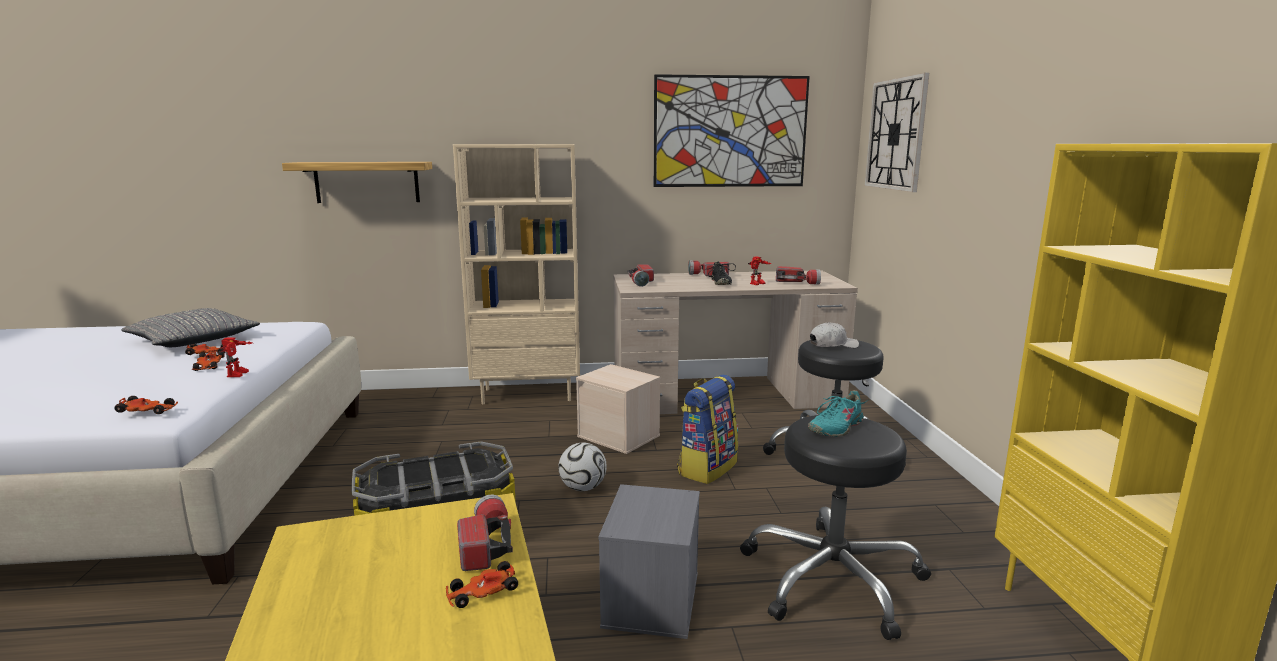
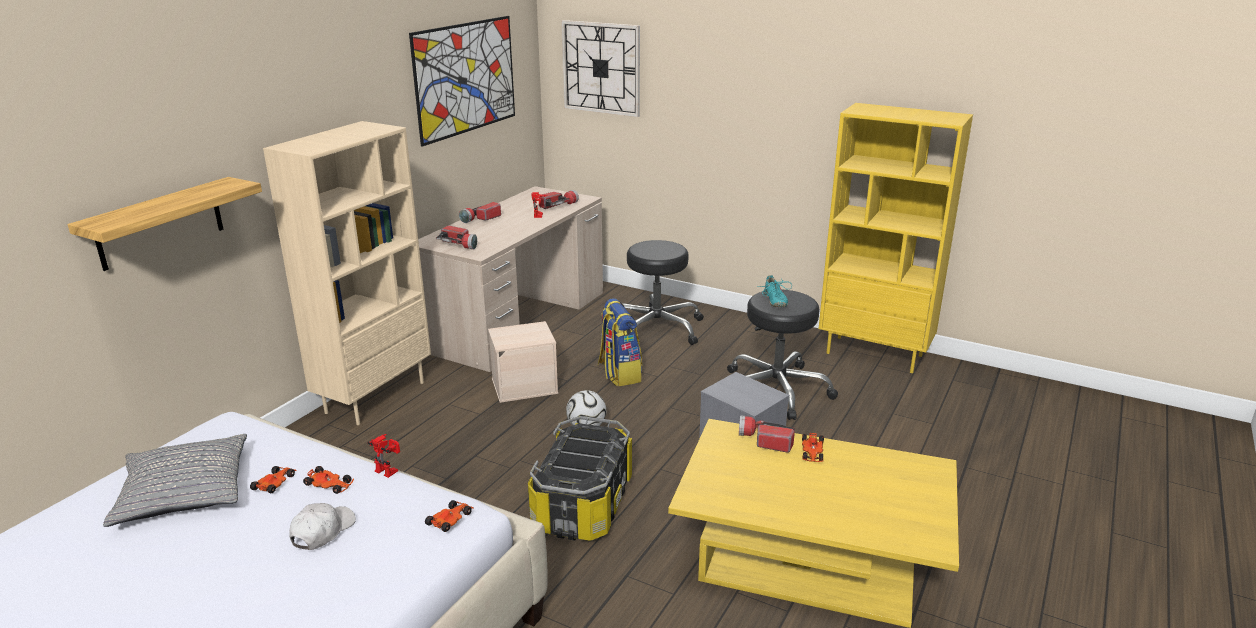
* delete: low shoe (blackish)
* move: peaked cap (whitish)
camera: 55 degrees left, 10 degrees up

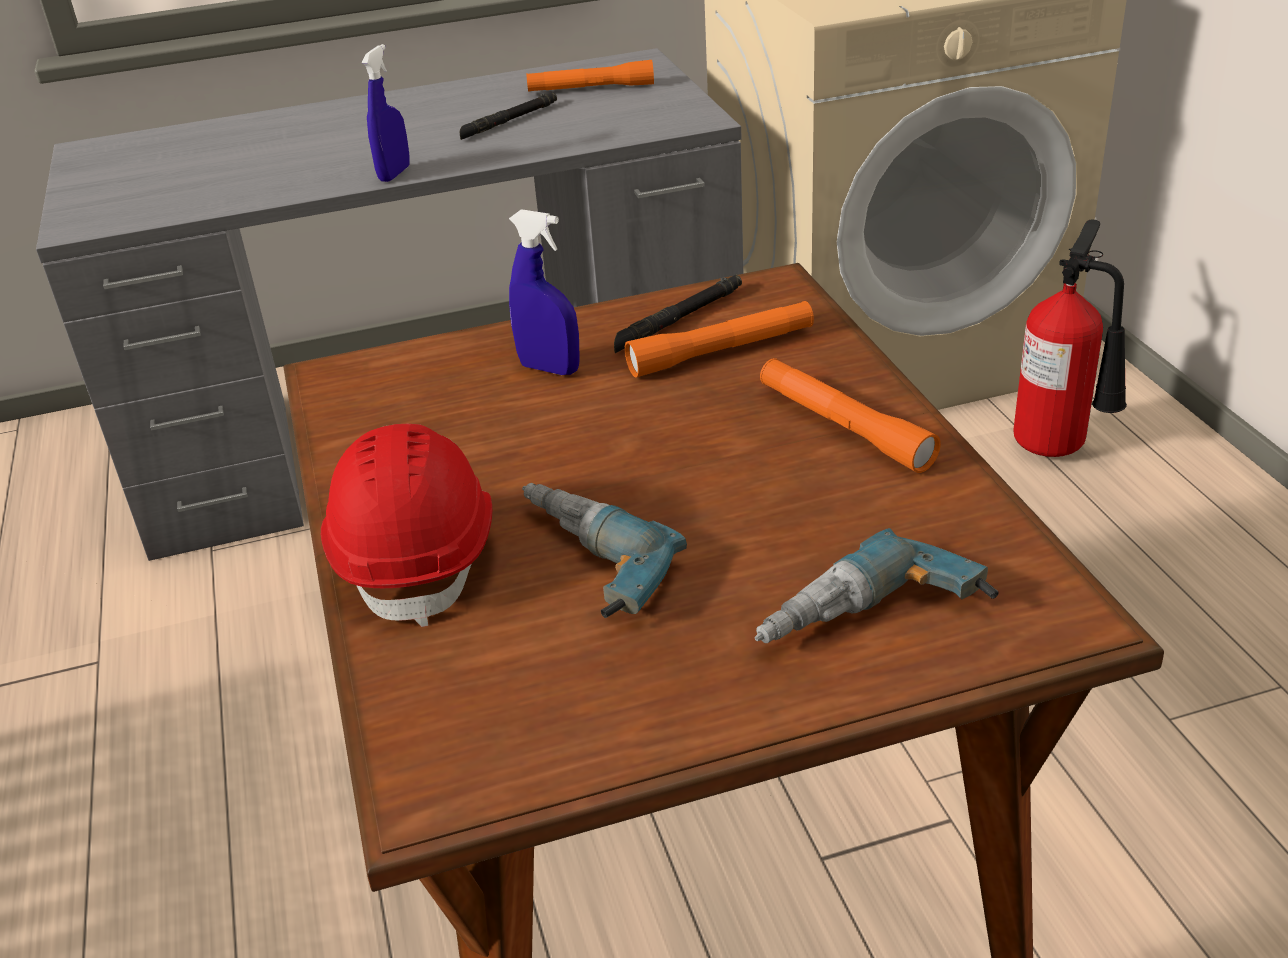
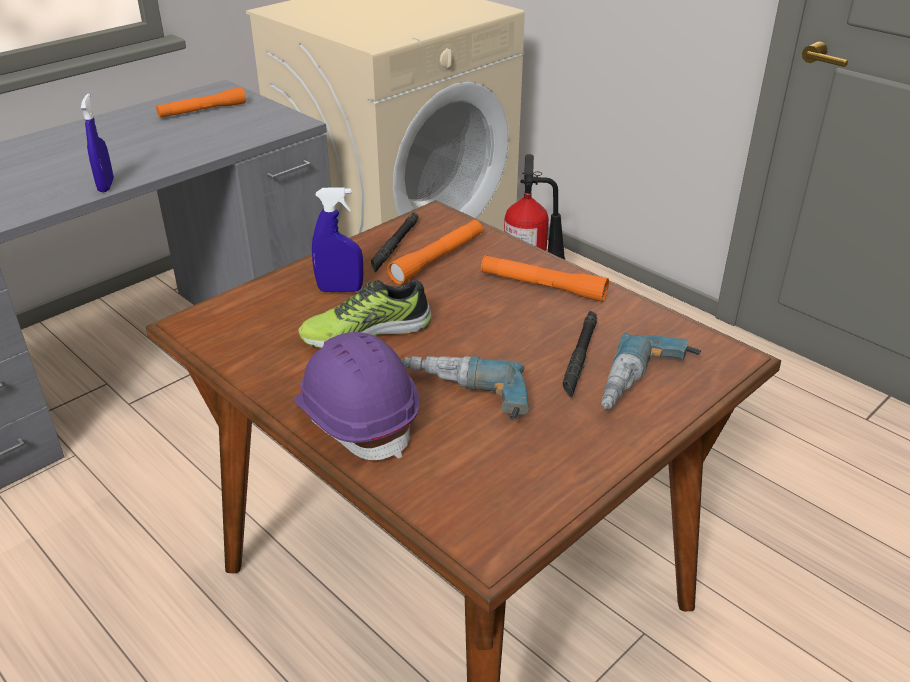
* insert: low shoe
* move: flashlight (blackish) (1st from left in the first image) to flashlight (blackish) (2nd from left)
* recolor: hard hat (reddish) to hard hat (purplish)
camera: 30 degrees left, 0 degrees up

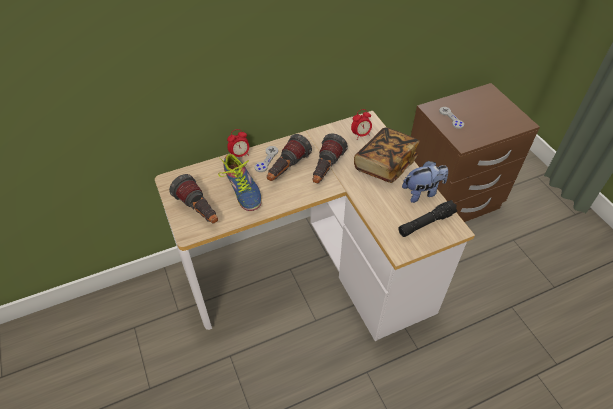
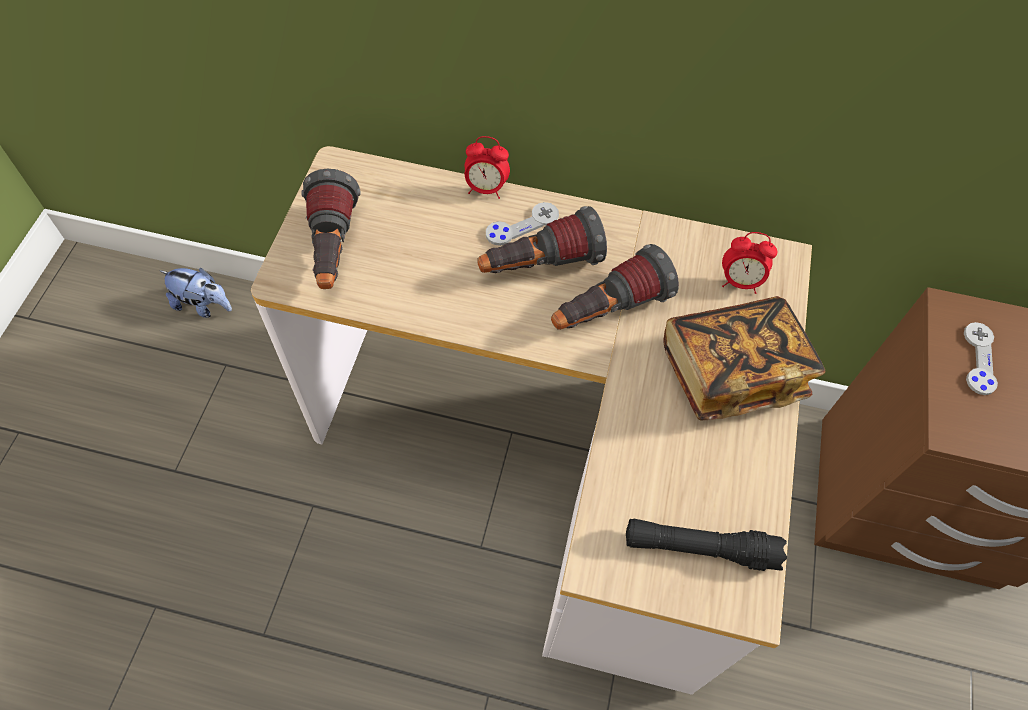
* delete: low shoe
* move: plush toy
camera: 35 degrees right, 10 degrees up

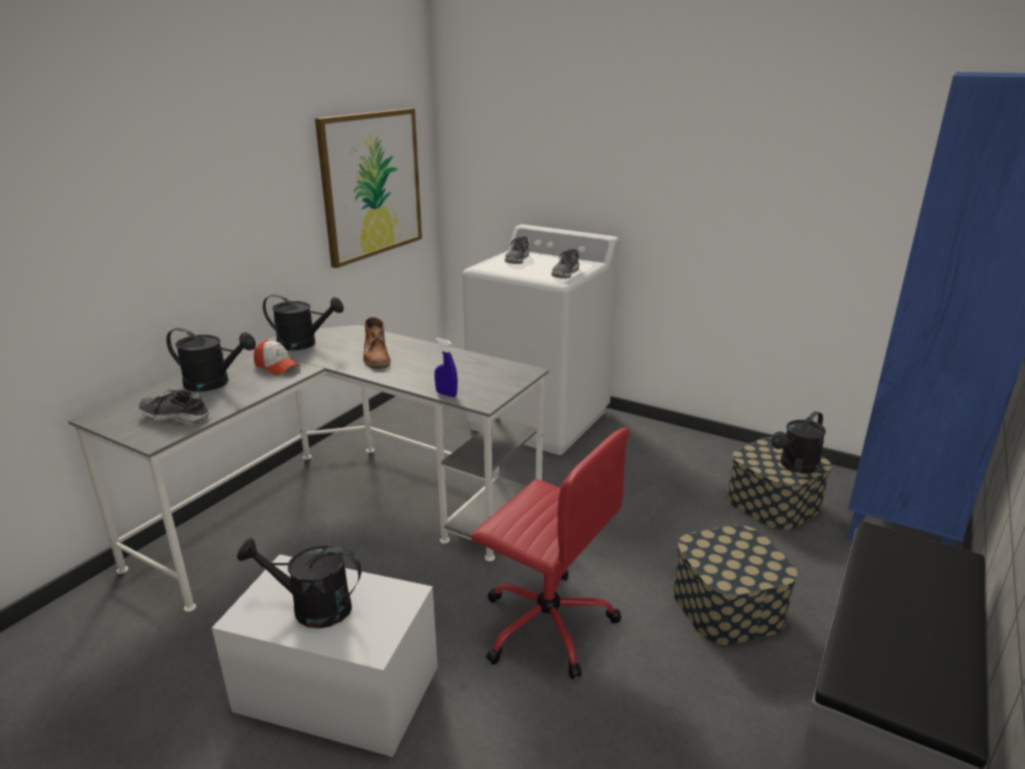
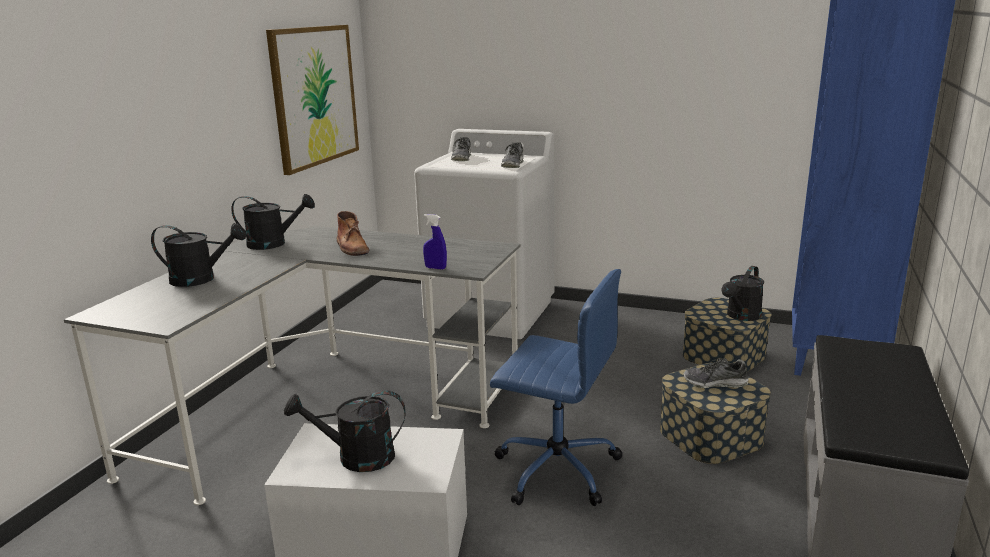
* delete: peaked cap
* move: low shoe (1st from left in the first image) to low shoe (3rd from left)
* recolor: computer chair (reddish) to computer chair (bluish)
camera: 10 degrees left, 5 degrees down

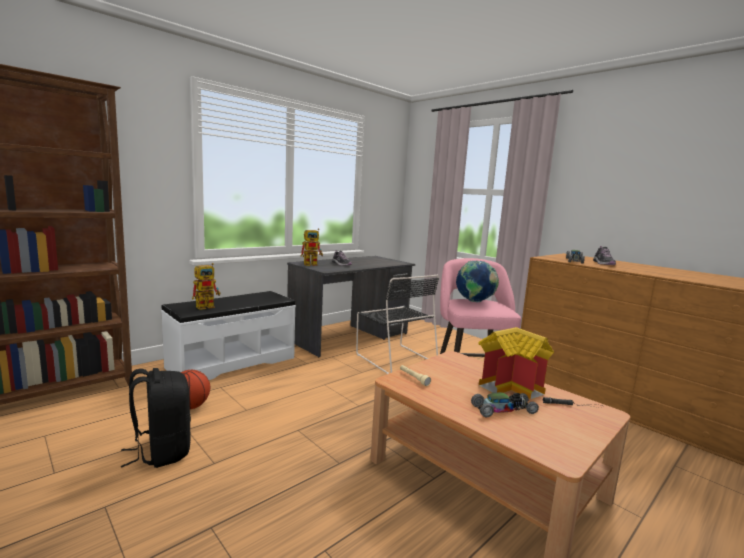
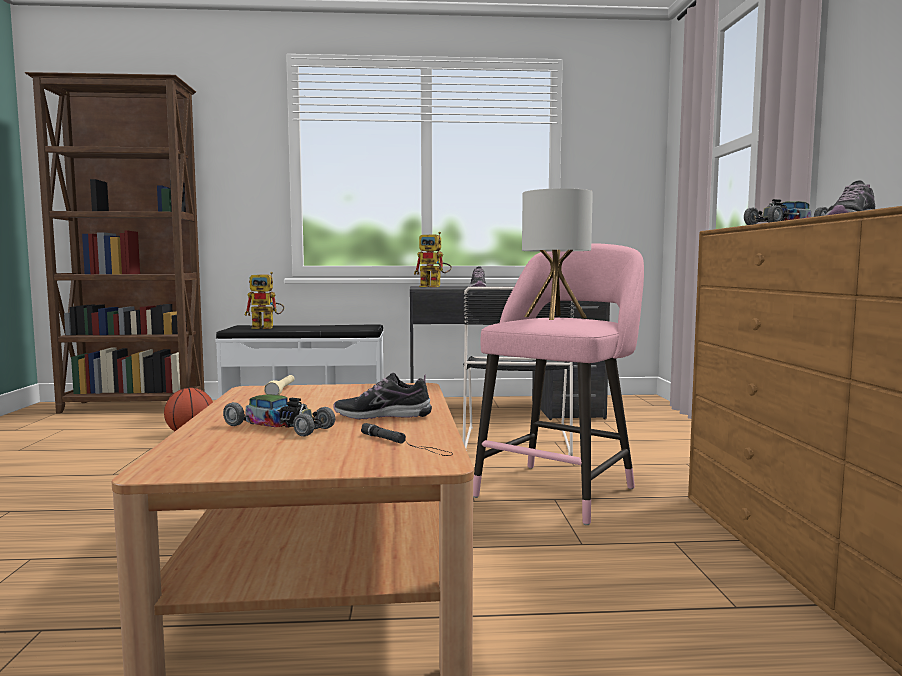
* delete: backpack (blackish)
* replace: desk globe to lamp for a table
* replace: toy house to low shoe (1st from left)
camera: 40 degrees right, 5 degrees down

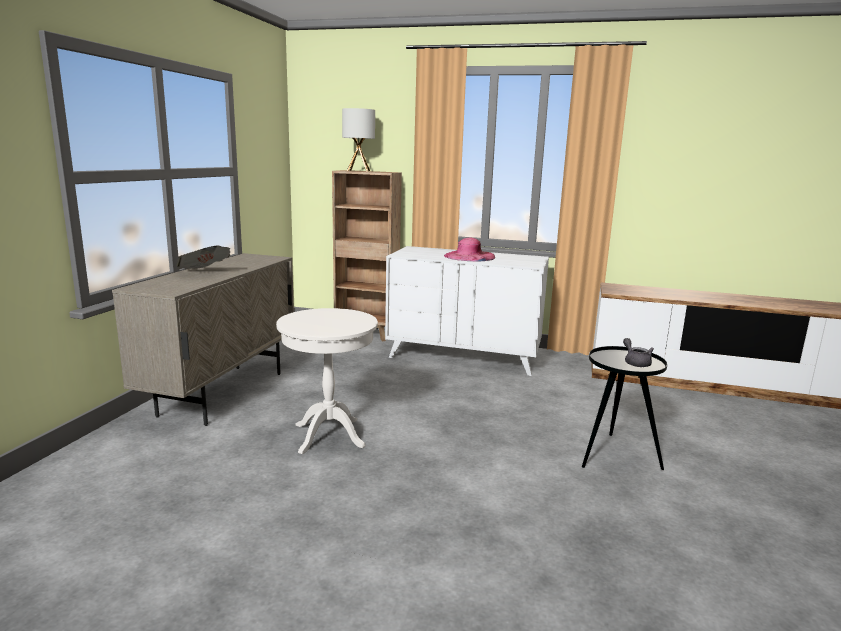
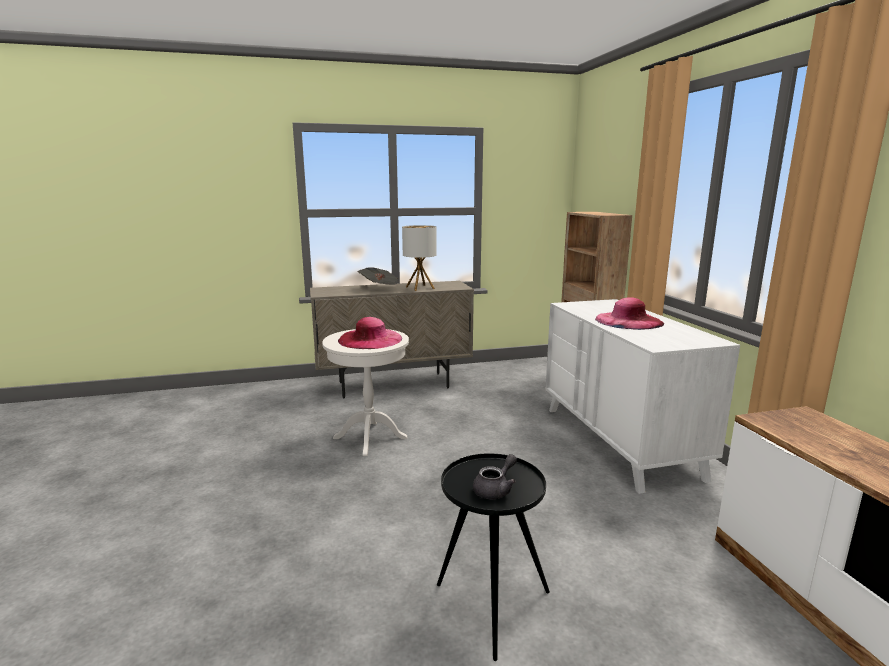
* insert: wearable hat (pinkish) (1st from left)
* move: lamp for a table
camera: 60 degrees right, 0 degrees up

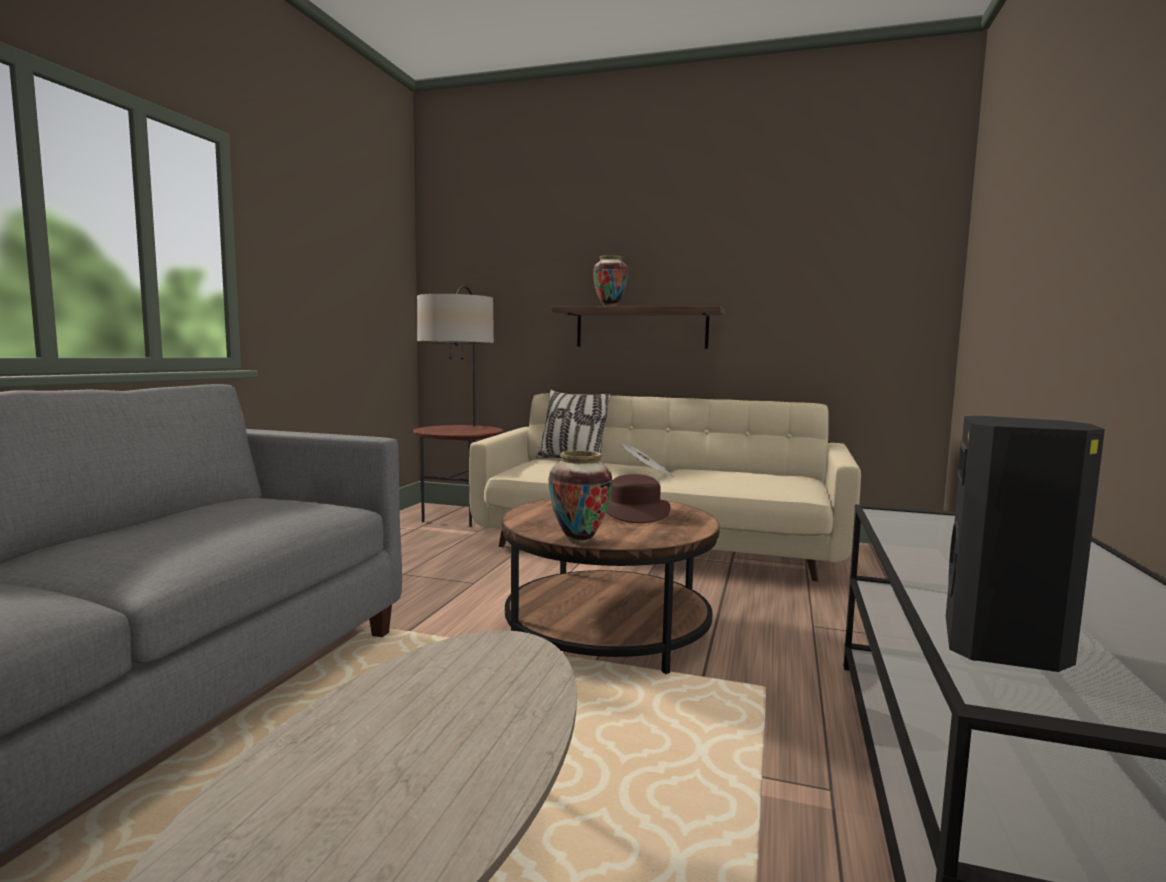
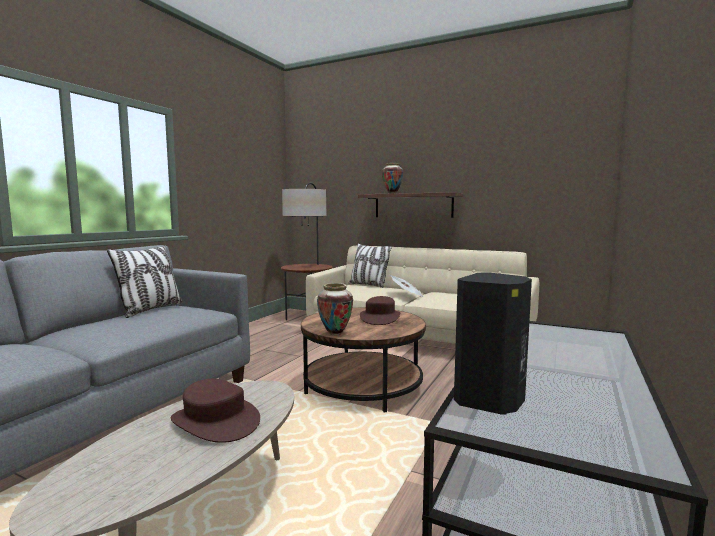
* insert: pillow (1st from left)
* insert: wearable hat (brown-coloured) (1st from left)
camera: 10 degrees right, 0 degrees up

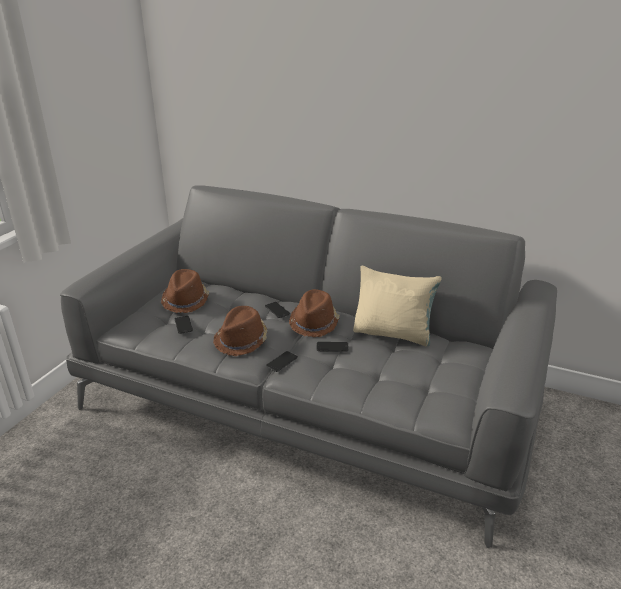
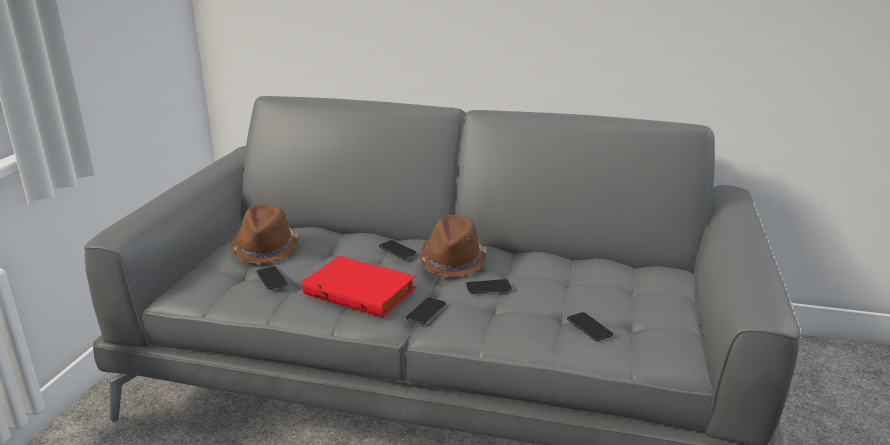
* delete: pillow (sand-coloured)
* insert: phone (5th from left)
* replace: wearable hat (brown-coloured) (2nd from left) to volume (reddish)
camera: 10 degrees left, 5 degrees down

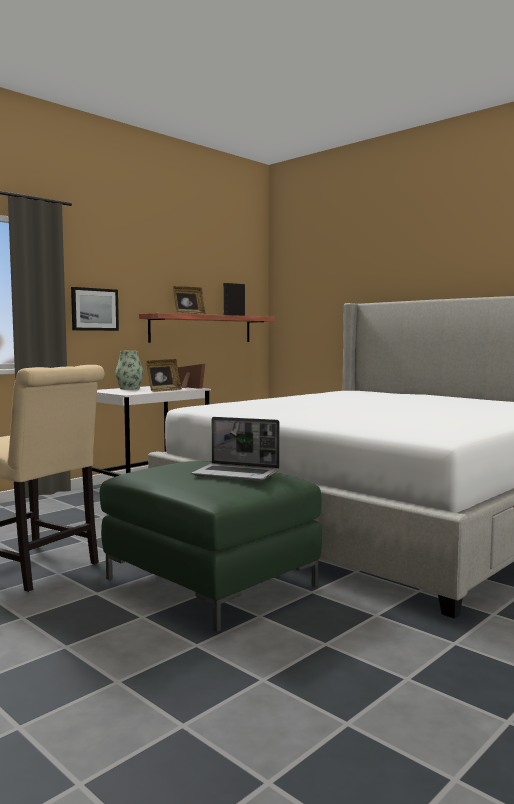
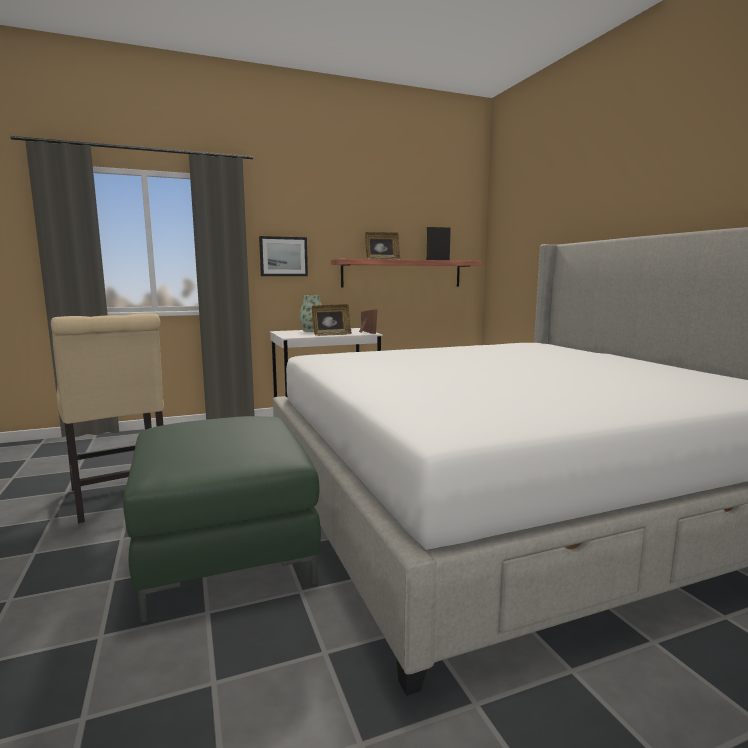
* delete: laptop
camera: 25 degrees right, 5 degrees up

